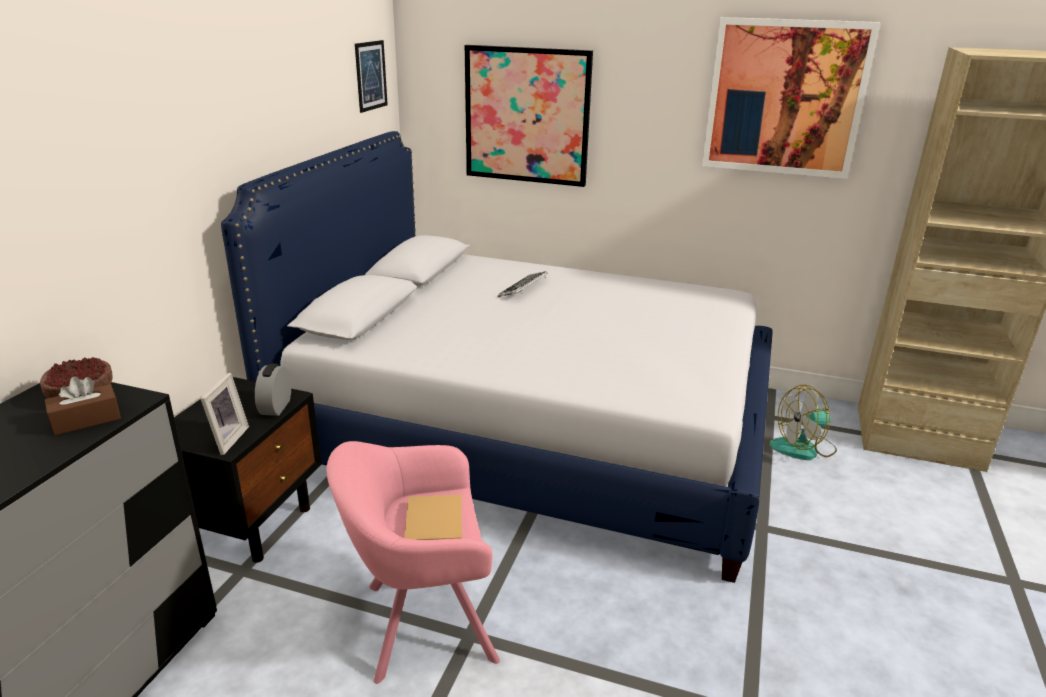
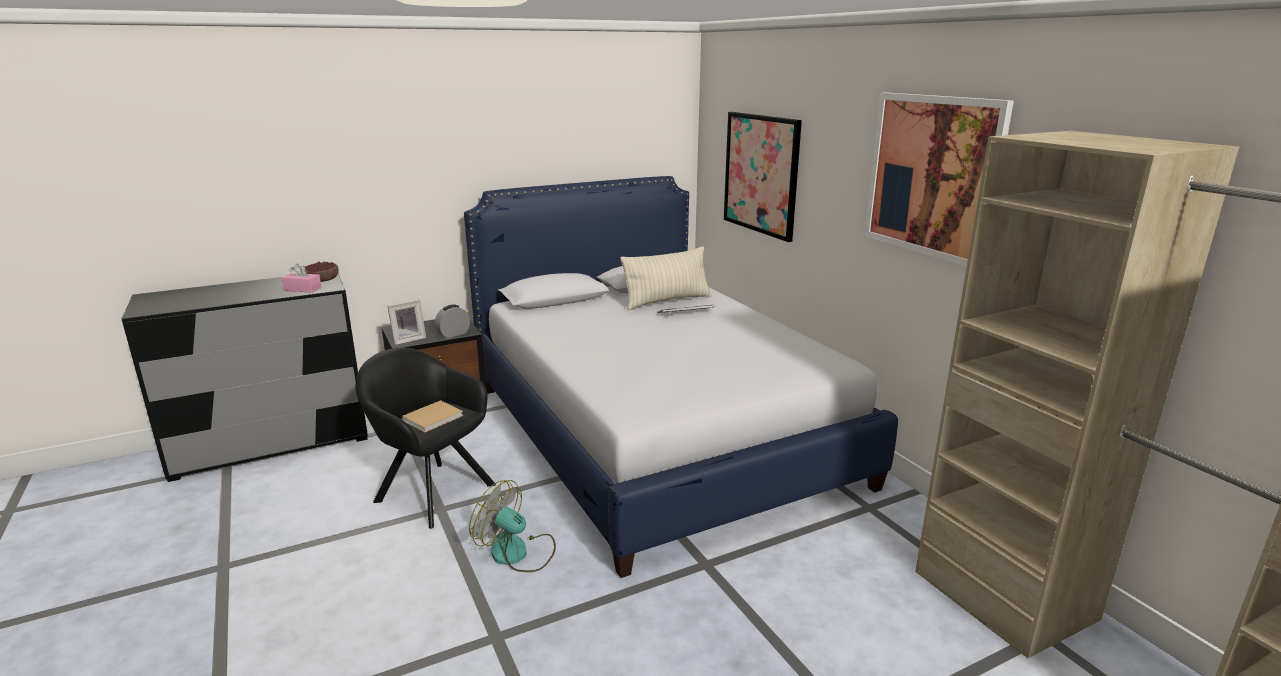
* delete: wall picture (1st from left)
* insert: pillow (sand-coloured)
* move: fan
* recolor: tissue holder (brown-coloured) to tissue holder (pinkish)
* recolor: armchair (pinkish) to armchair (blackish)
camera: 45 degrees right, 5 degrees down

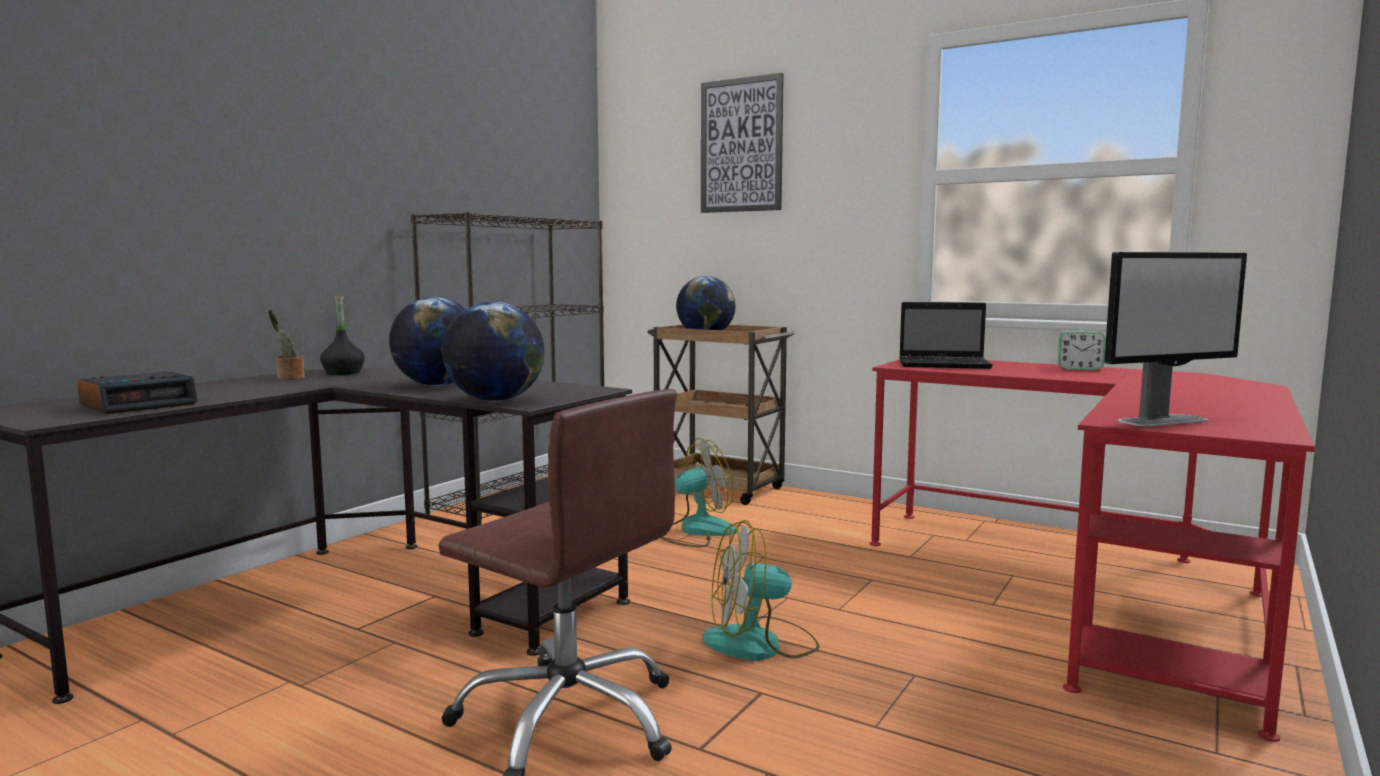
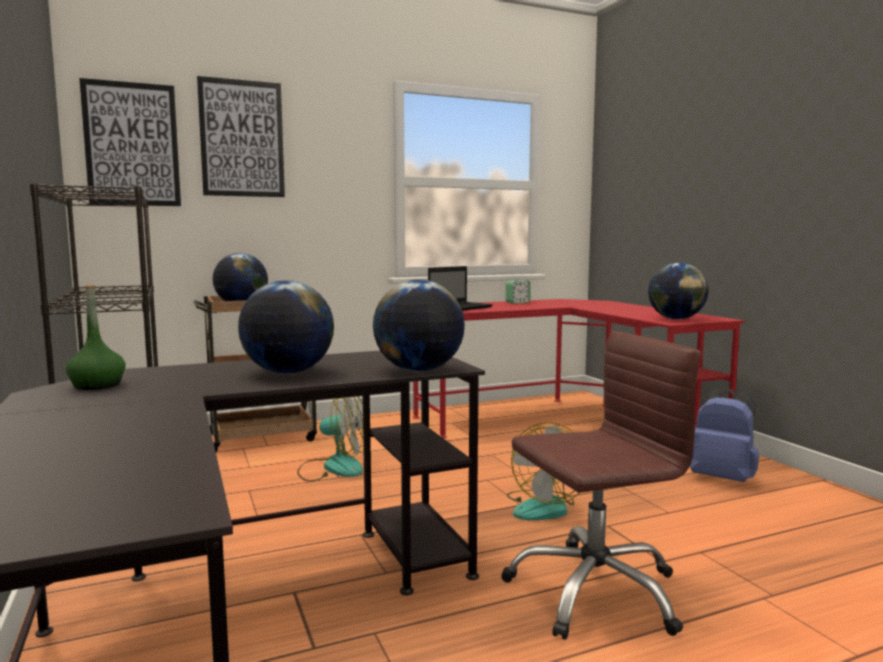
* delete: table clock (1st from left)
* delete: houseplant
* insert: wall picture (1st from left)
* insert: backpack (bluish)
* replace: computer display to desk globe (4th from left)
* recolor: bottle (blackish) to bottle (greenish)
* rotate: fan (1st from left) 90 degrees clockwise
camera: 55 degrees left, 0 degrees up

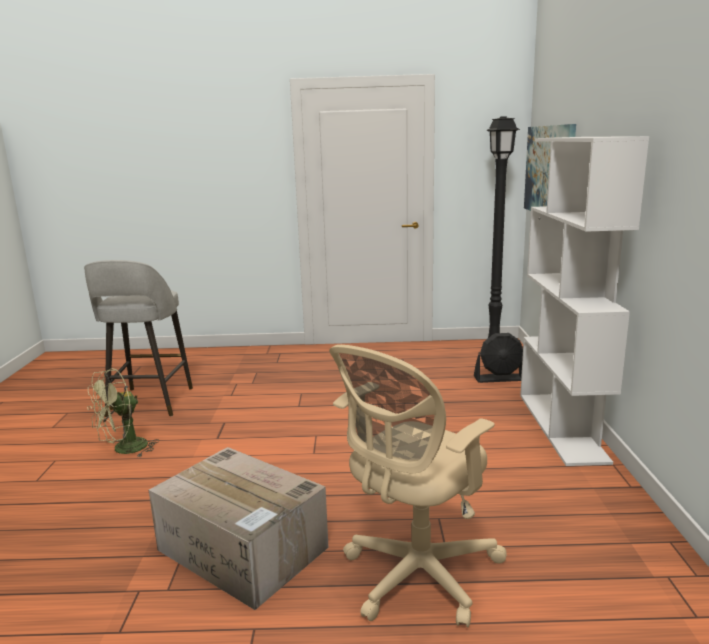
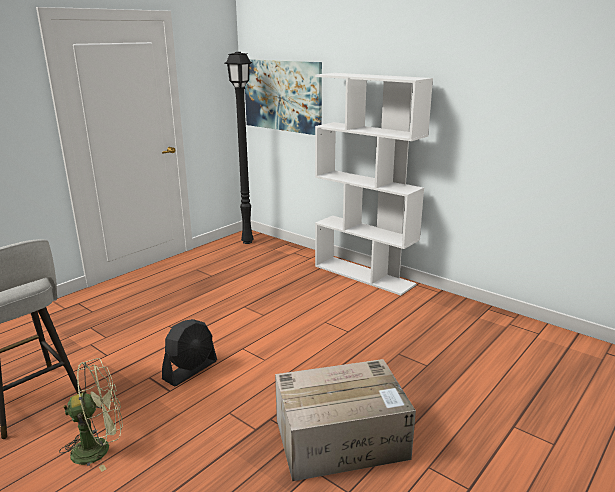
* delete: computer chair (sand-coloured)
* move: fan (blackish)
* rotate: fan (greenish) 105 degrees counterclockwise
camera: 50 degrees left, 5 degrees up

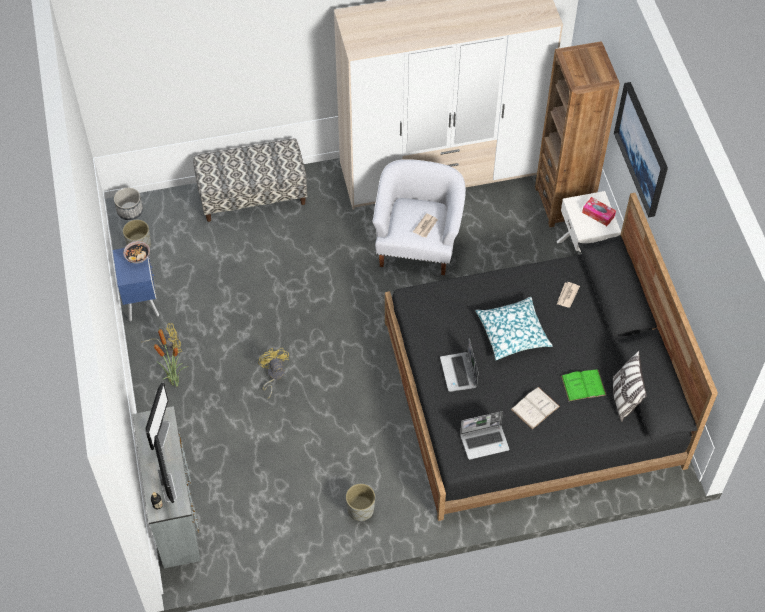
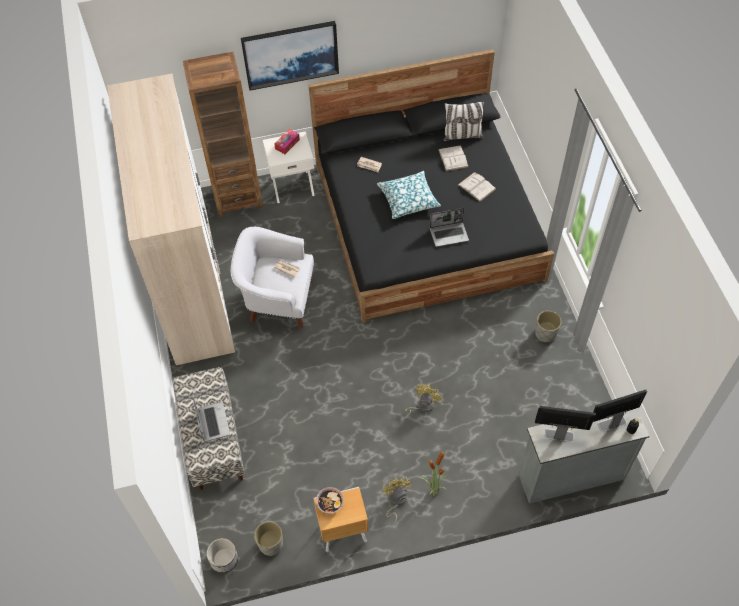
* move: laptop (2nd from left in the first image) to laptop (1st from left)
* recolor: nightstand (bluish) to nightstand (brown-coloured)
* recolor: volume (greenish) to volume (whitish) (1st from left)
* rotate: fan (yellow-coloured) (2nd from left) 135 degrees clockwise
camera: 90 degrees left, 0 degrees up

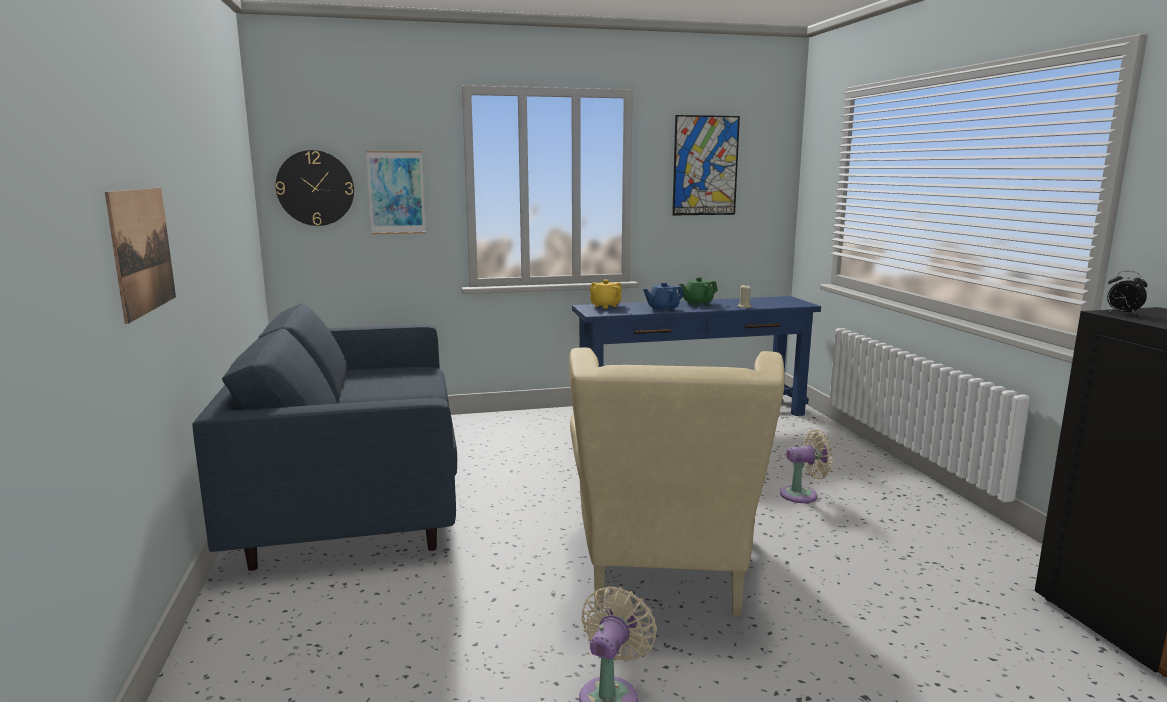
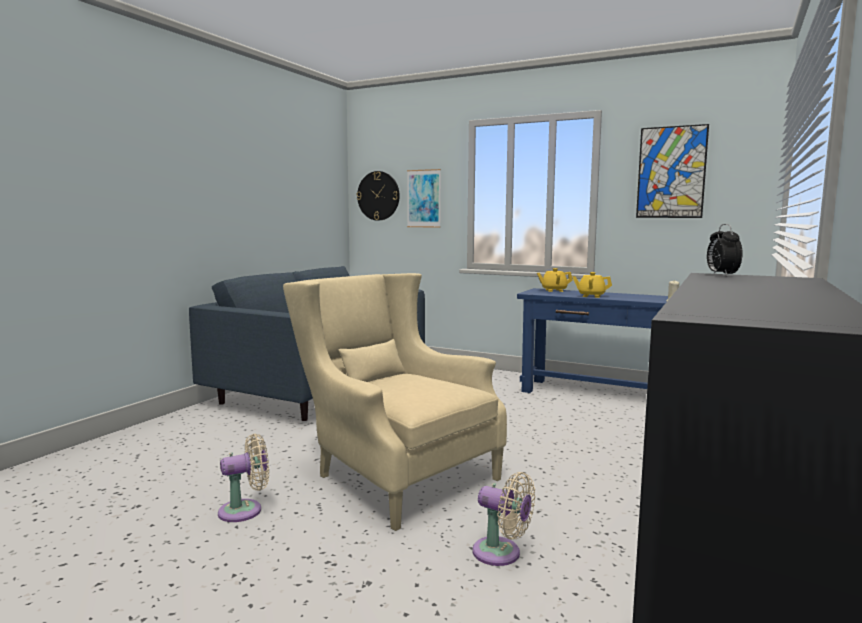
* delete: wall picture (1st from left)
* delete: tea pot (greenish)
* move: fan (sand-coloured) (2nd from left)
* recolor: tea pot (bluish) to tea pot (yellow-coloured) (2nd from left)
* rotate: armchair (sand-coloured) 90 degrees clockwise
camera: 40 degrees right, 5 degrees down

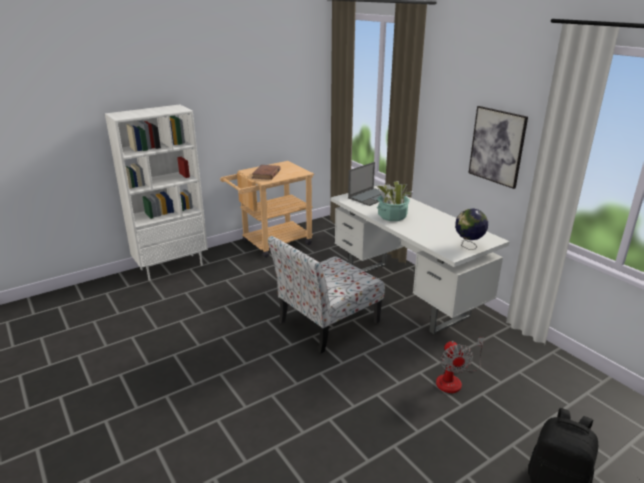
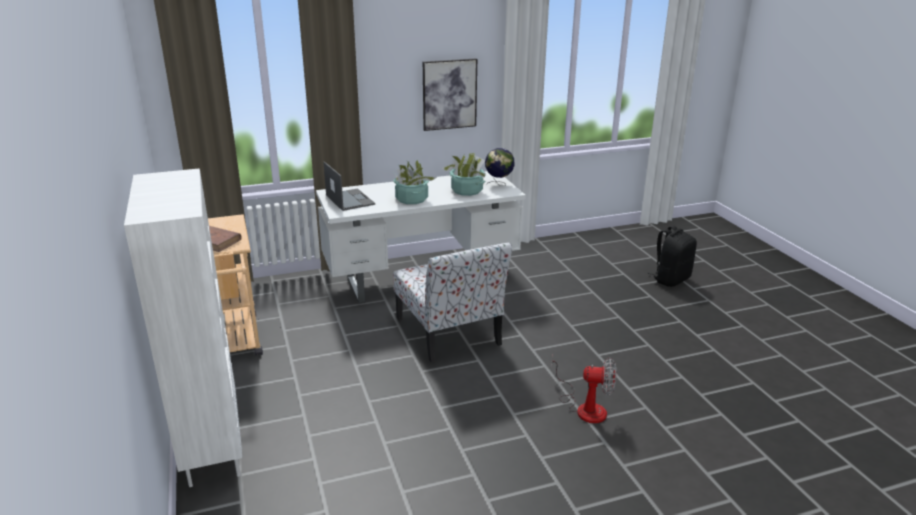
* insert: houseplant (2nd from left)
* move: fan
camera: 75 degrees left, 0 degrees up

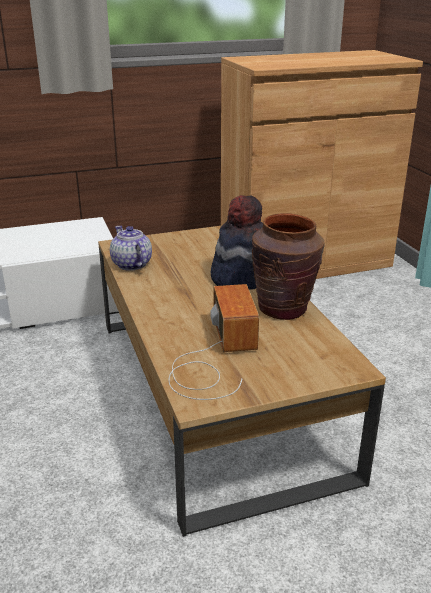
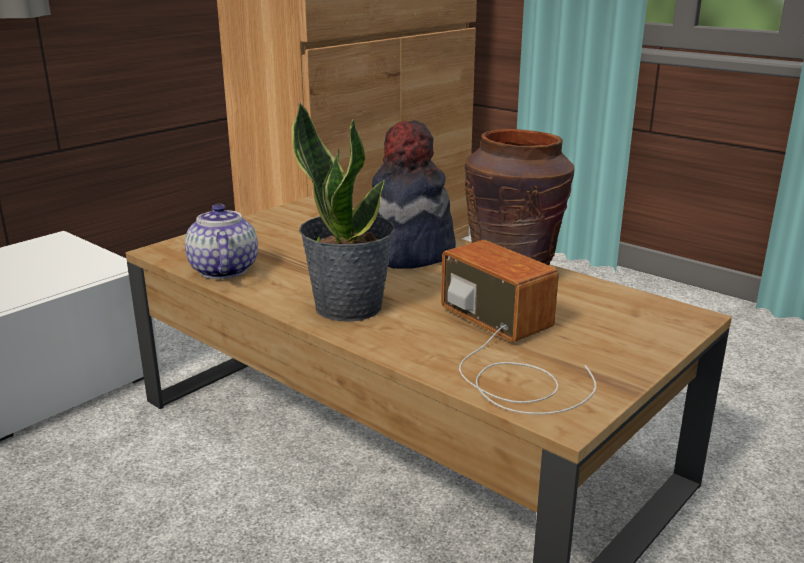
* insert: houseplant
* rotate: tea pot 45 degrees clockwise
camera: 30 degrees left, 5 degrees down

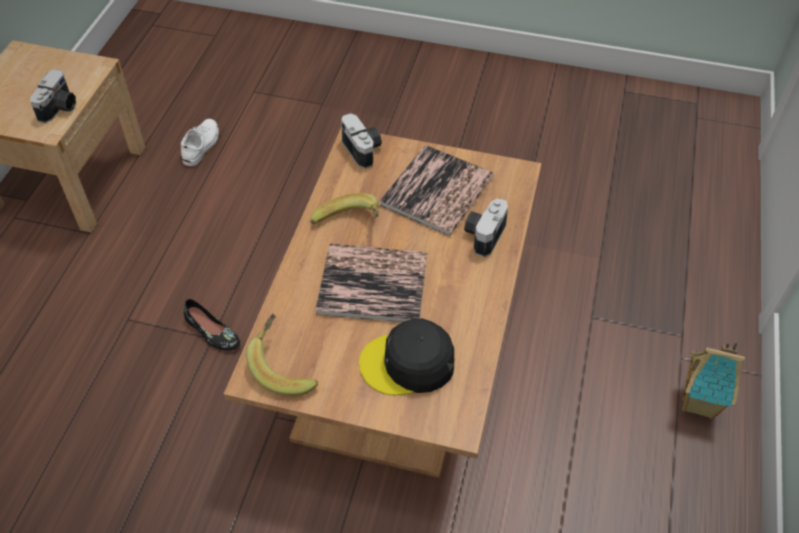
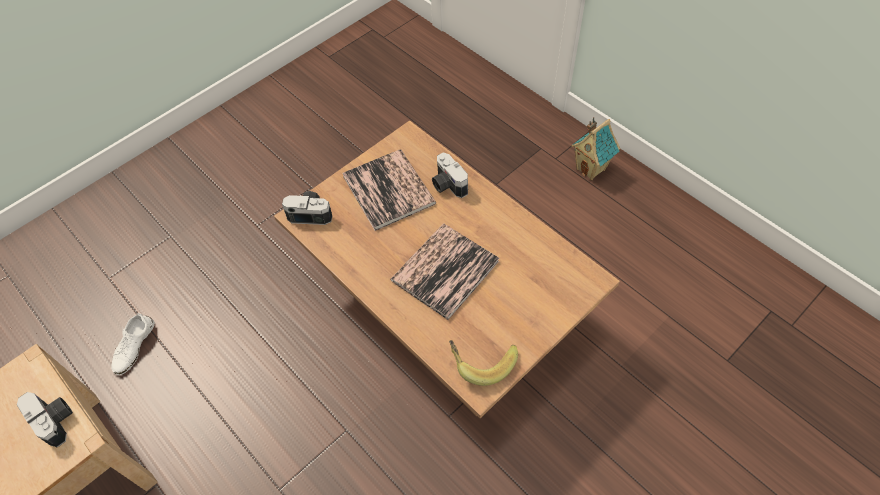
* delete: low shoe (blackish)
* delete: banana fruit (2nd from left)
* delete: peaked cap (blackish)
* rotate: low shoe (whitish) 120 degrees counterclockwise
camera: 55 degrees left, 5 degrees up

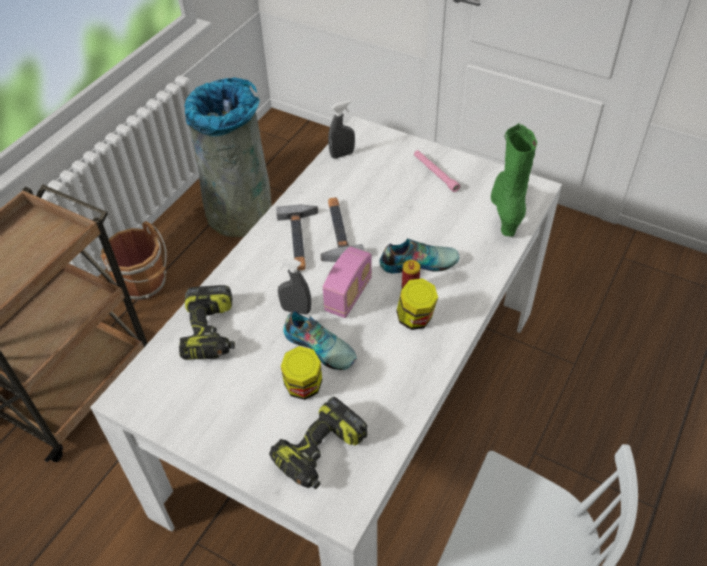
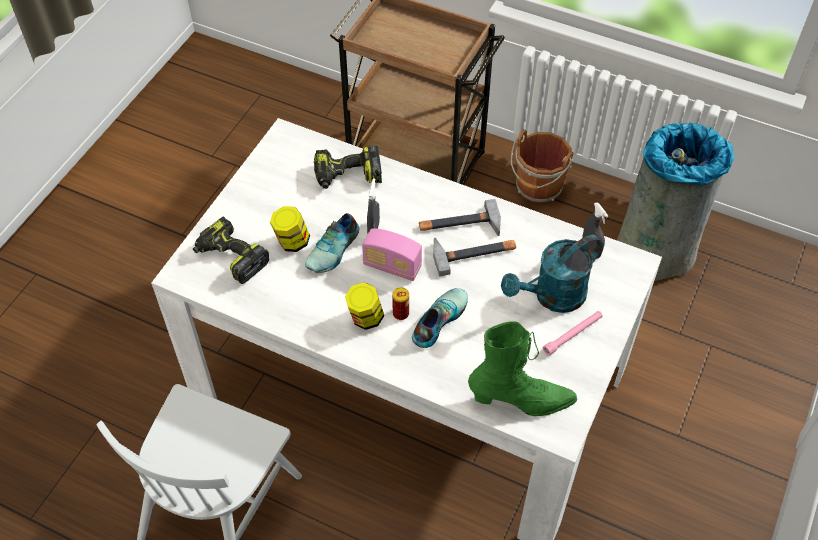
* insert: sprinkling can (turquoise-coloured)
* rotate: low shoe (2nd from left) 135 degrees counterclockwise
camera: 85 degrees right, 5 degrees up

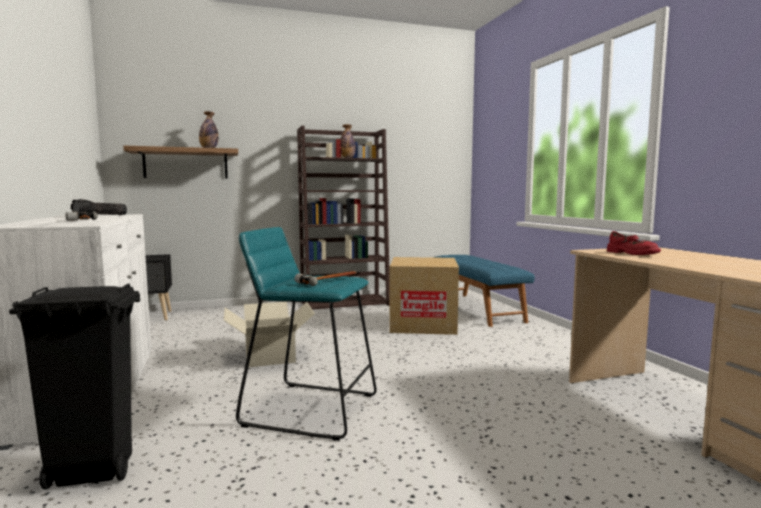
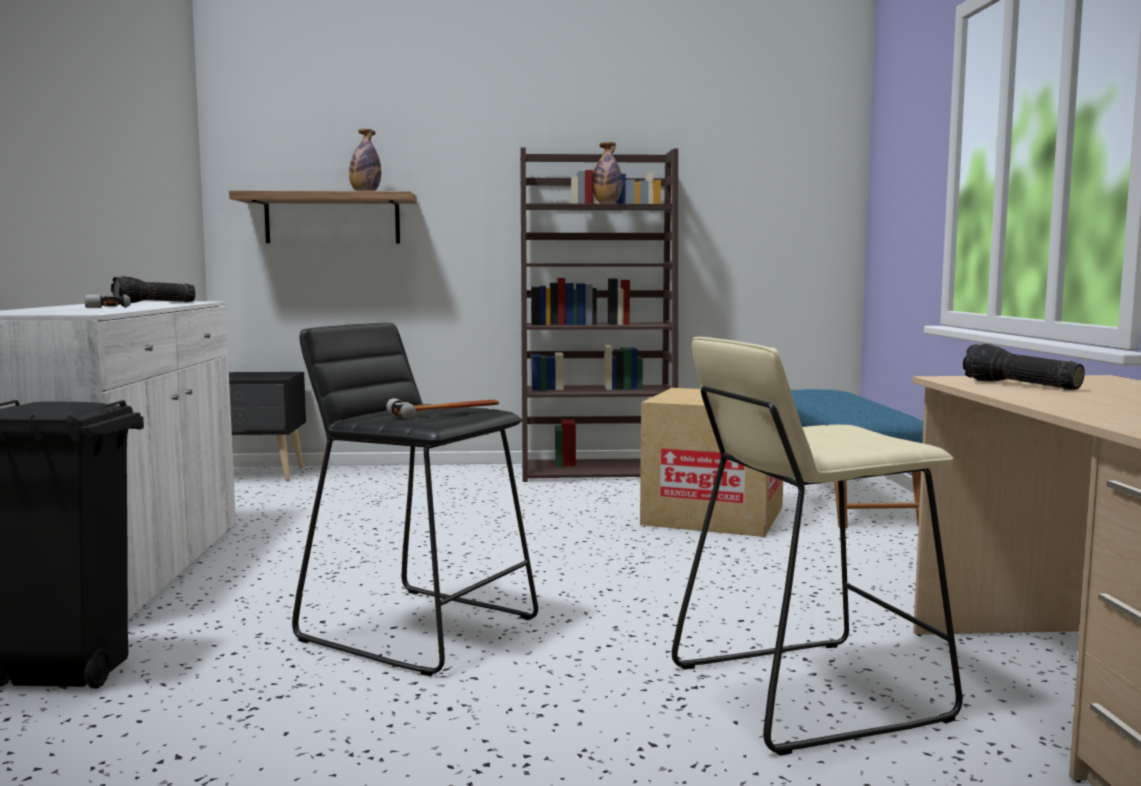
* delete: cardboard box (1st from left)
* insert: stool seat (sand-coloured)
* replace: low shoe (reddish) to flashlight (2nd from left)
* recolor: stool seat (turquoise-coloured) to stool seat (blackish)
camera: 15 degrees right, 0 degrees up

